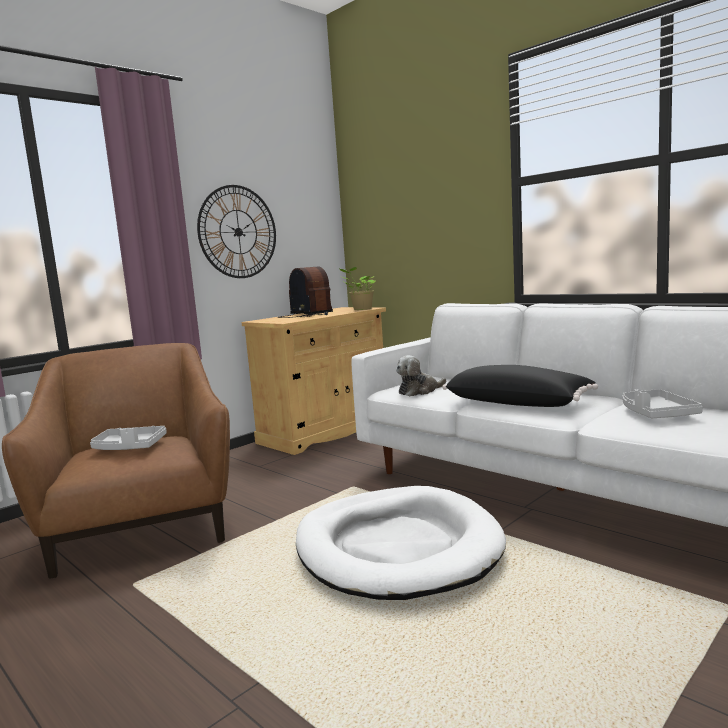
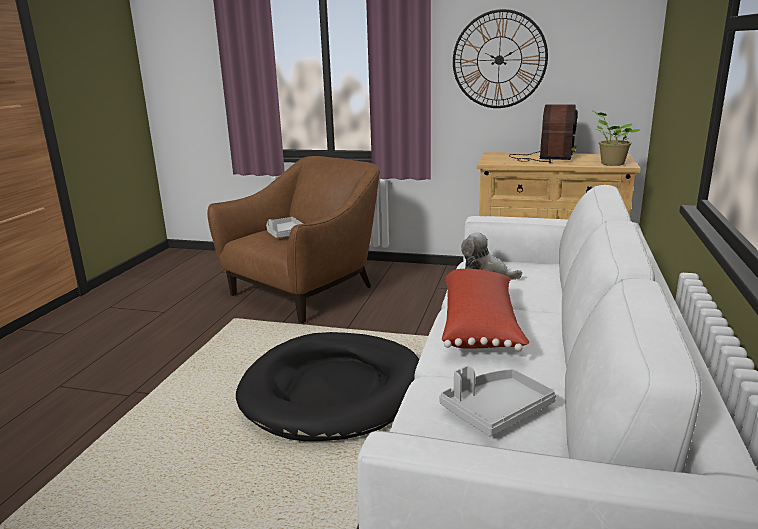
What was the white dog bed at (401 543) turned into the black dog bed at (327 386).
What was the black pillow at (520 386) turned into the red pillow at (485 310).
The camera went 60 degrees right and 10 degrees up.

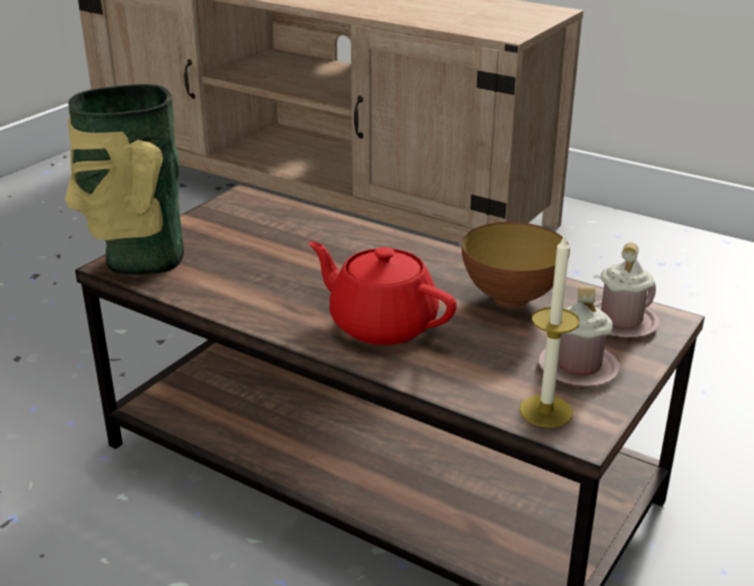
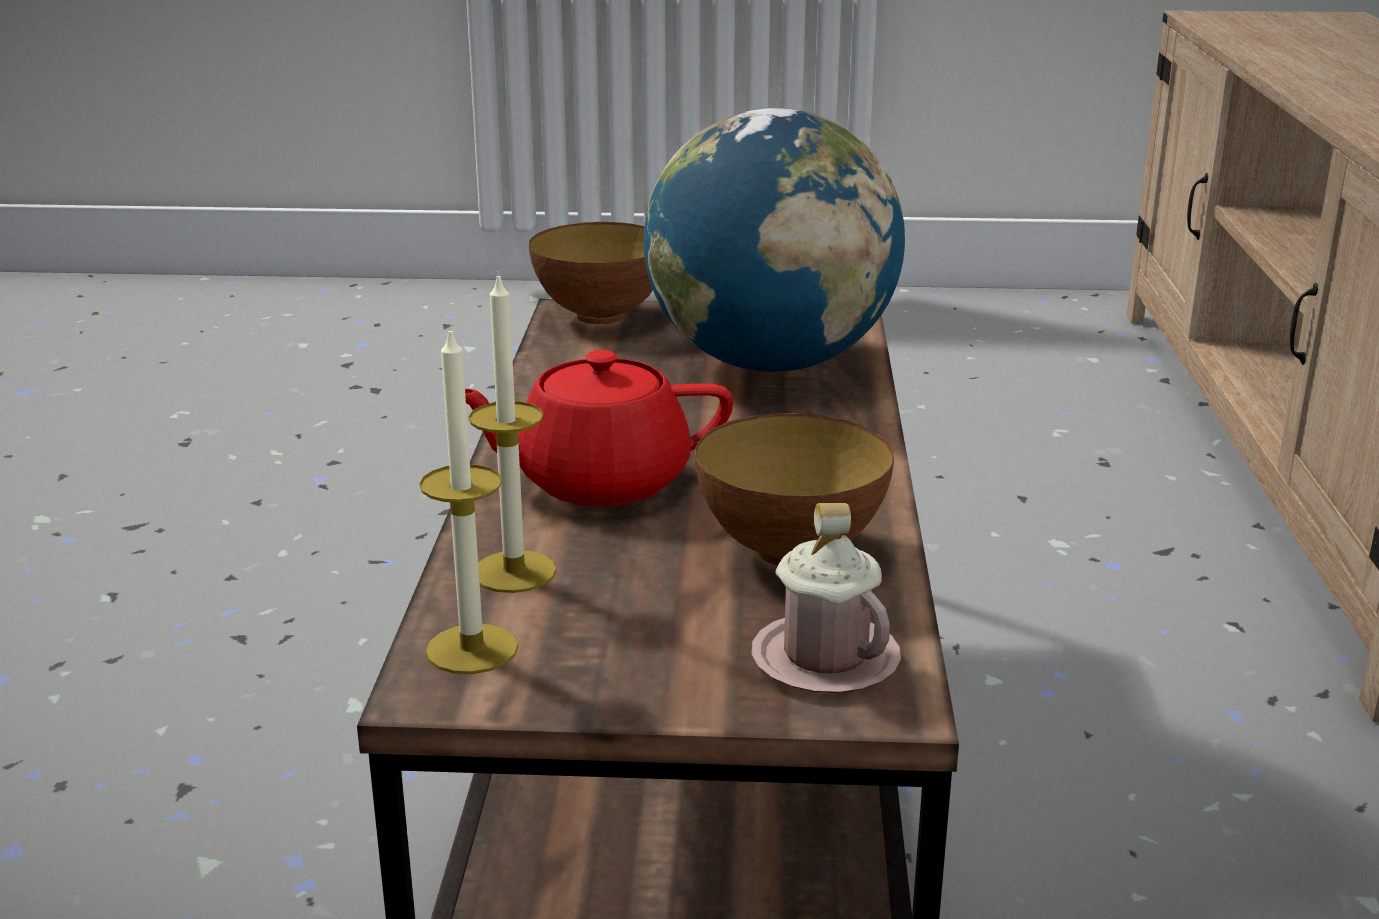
The red teapot at (382 293) ended up facing another way, 105 degrees counterclockwise from before.
The second view gained the candle at (513 432).
Where the vase stood at (124 179), the bowl came to stand at (591 273).
The second view gained the globe at (774 240).
The second view lost the pink mug at (579 336).
The camera went 60 degrees right and 5 degrees down.

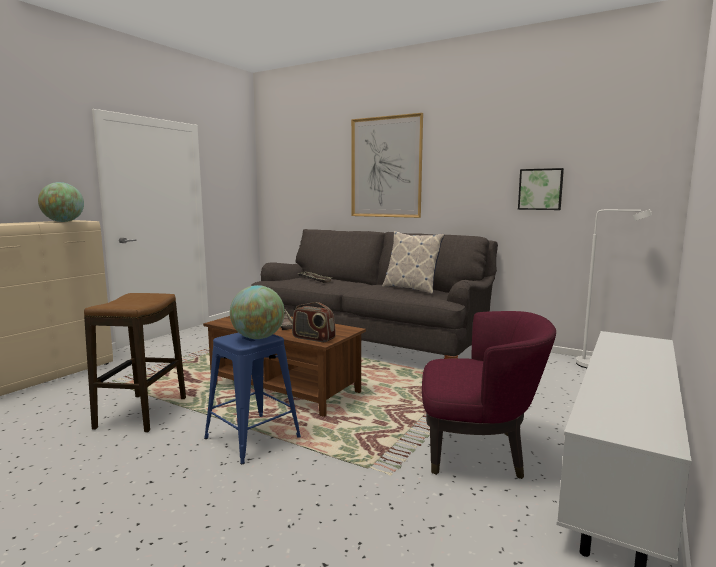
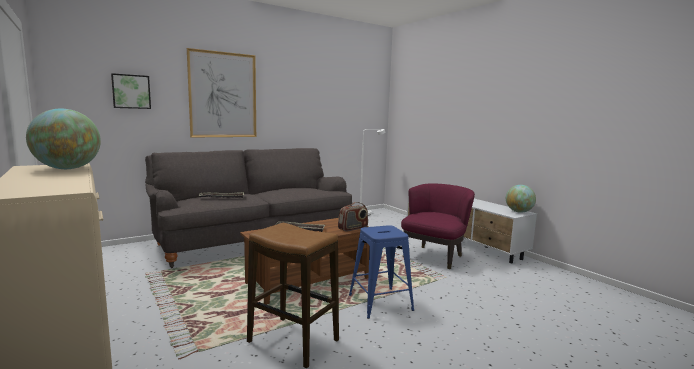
The picture ended up elsewhere, having gone from (541 189) to (131 91).
The globe ended up elsewhere, having gone from (257 312) to (521 199).
The second view lost the pillow at (413 262).
The camera went 65 degrees left and 0 degrees up.

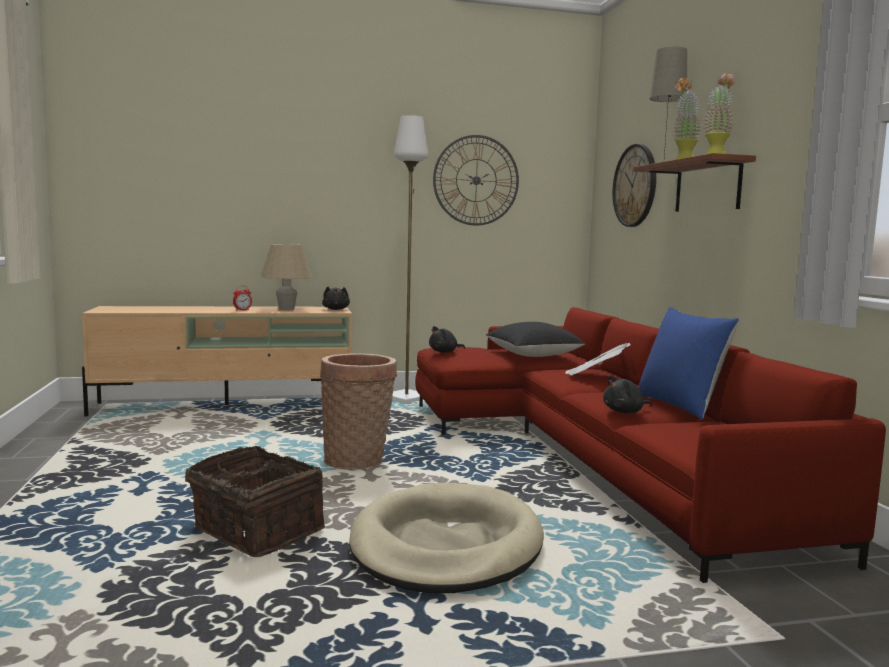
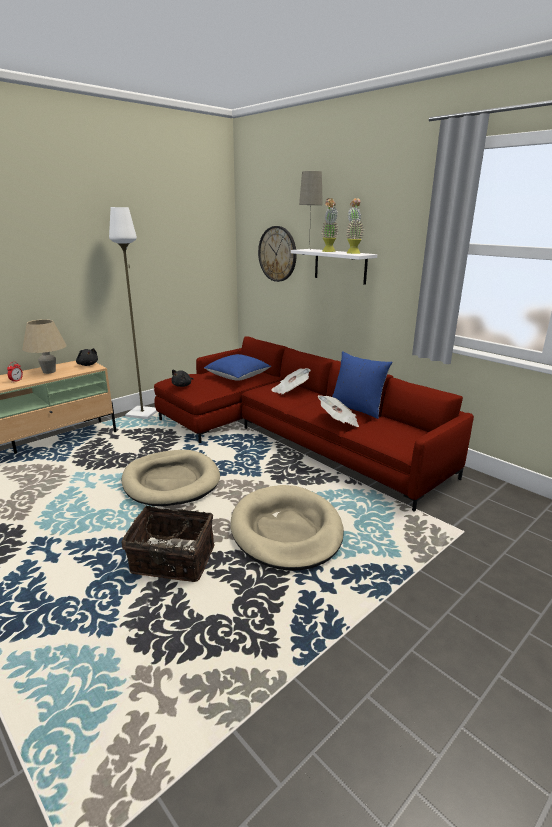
Where the basket stood at (358 411), the beige dog bed came to stand at (171 478).
What was the black pillow at (536 339) turned into the blue pillow at (237 367).
What was the brown shelf at (695 182) turned into the white shelf at (334 267).
Where the black plush toy stood at (627 394), the newspaper came to stand at (338 411).
The second view lost the wall clock at (476 180).
The camera went 30 degrees left and 15 degrees up.

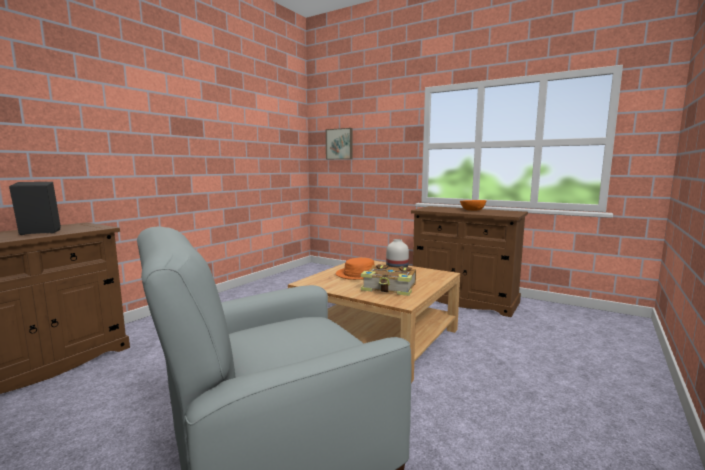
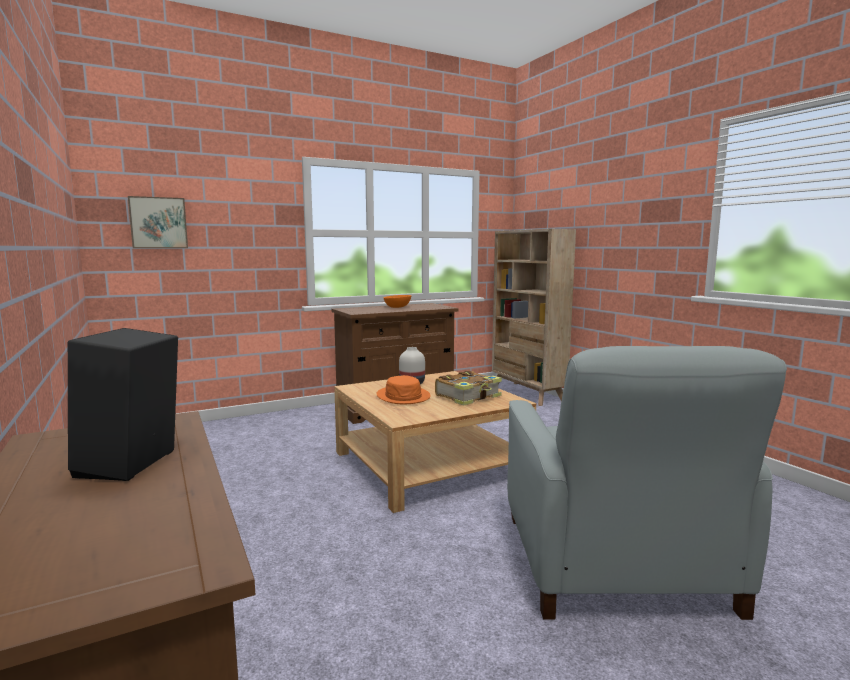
The second view gained the beige bookcase at (534 317).
The camera went 60 degrees left and 0 degrees up.

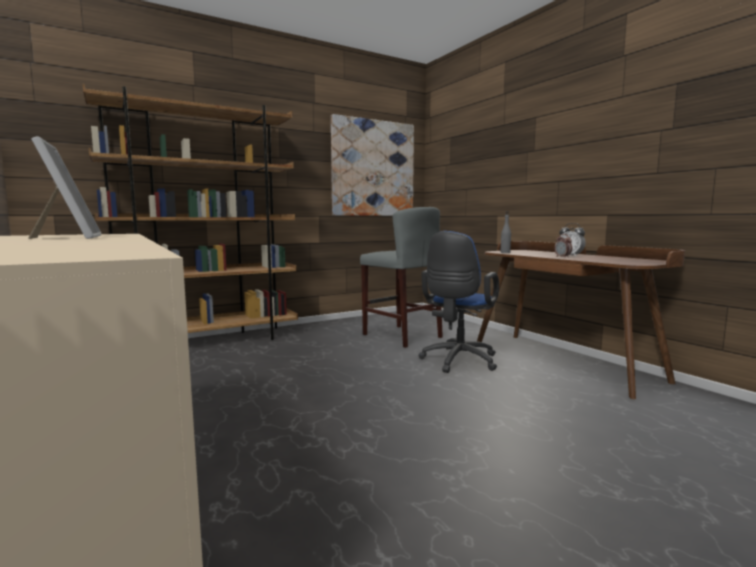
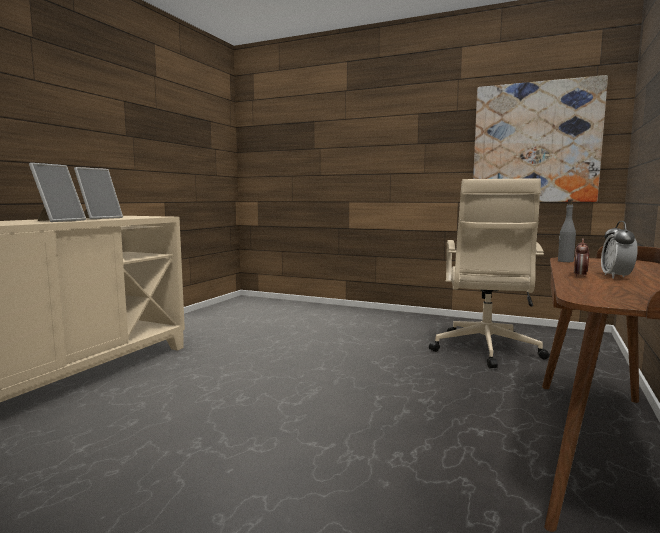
The second view gained the picture frame at (57 192).
Where the grey stool stood at (401 277), the beige office chair came to stand at (489 273).
The second view lost the brown bookcase at (190 212).
The second view lost the blue office chair at (459 302).
The camera went 55 degrees right and 0 degrees up.

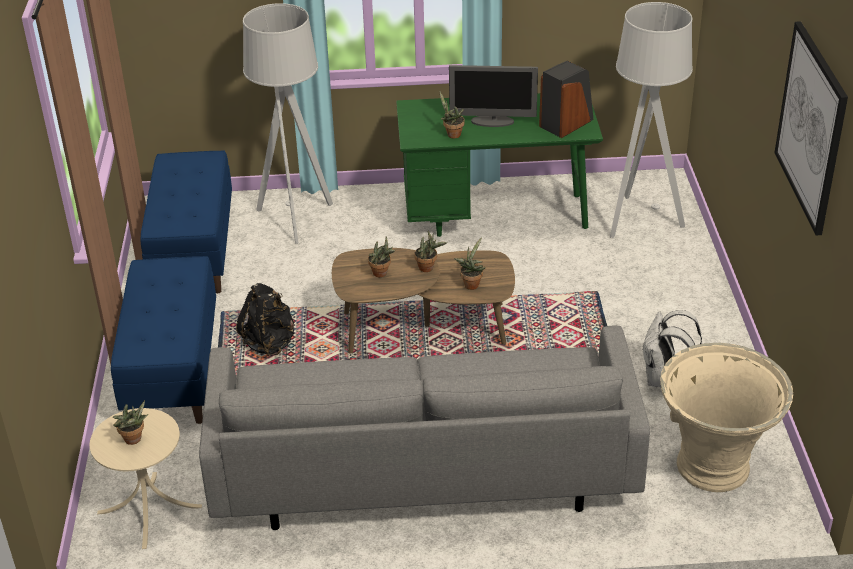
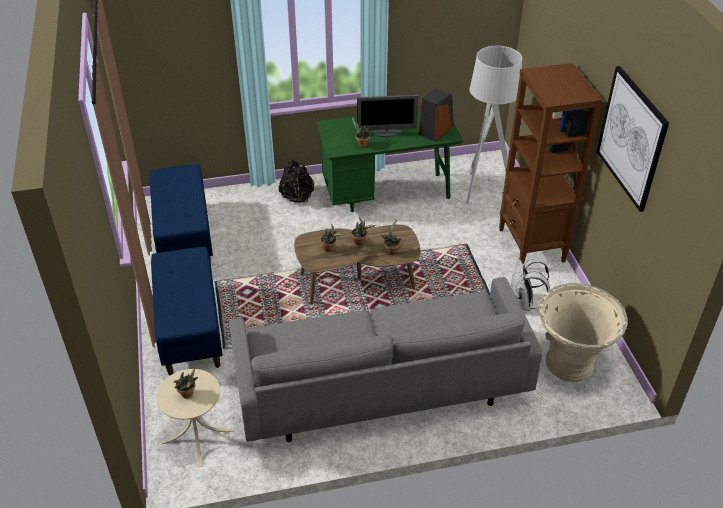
The black backpack ended up elsewhere, having gone from (265 319) to (296 181).
The second view gained the brown bookcase at (550 163).
The second view lost the grey floor lamp at (288 123).
The camera went 10 degrees left and 5 degrees up.

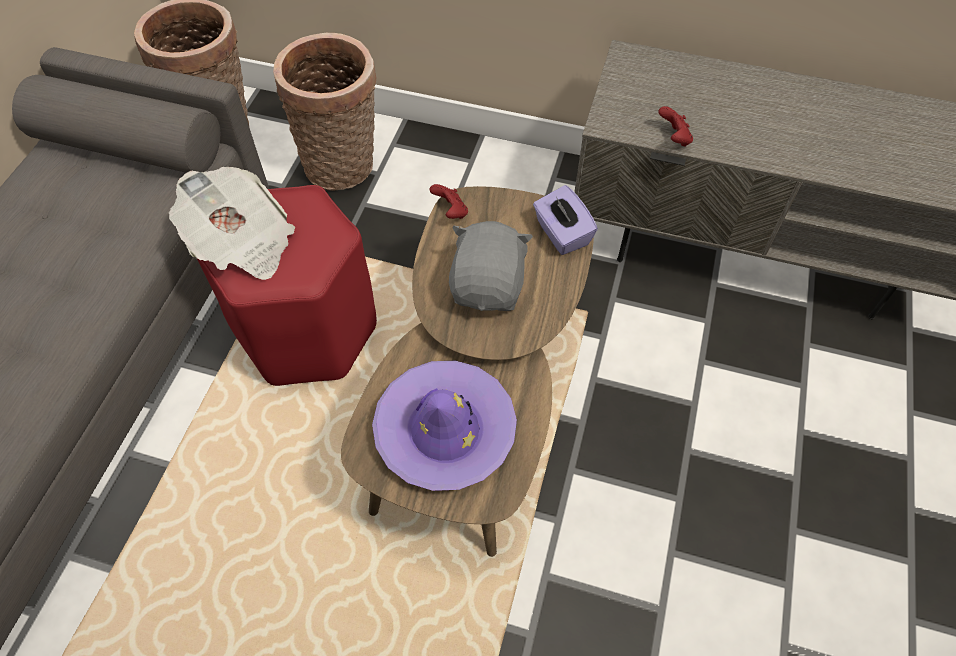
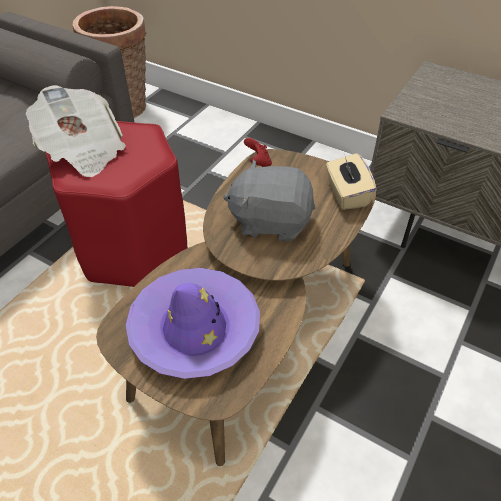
The grey plush toy at (491 266) ended up facing another way, 105 degrees counterclockwise from before.
What was the purple tissue box at (565 220) turned into the beige tissue box at (351 181).
The second view lost the basket at (324 112).
The second view lost the red game controller at (675 126).
The camera went 15 degrees right and 10 degrees down.

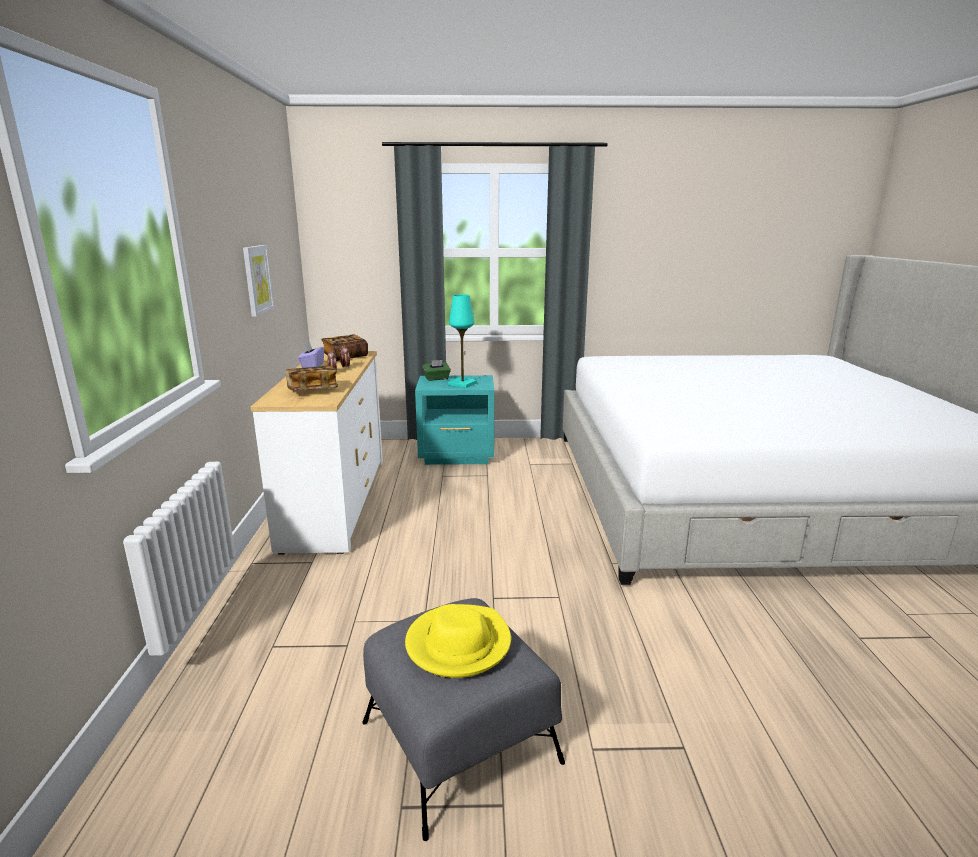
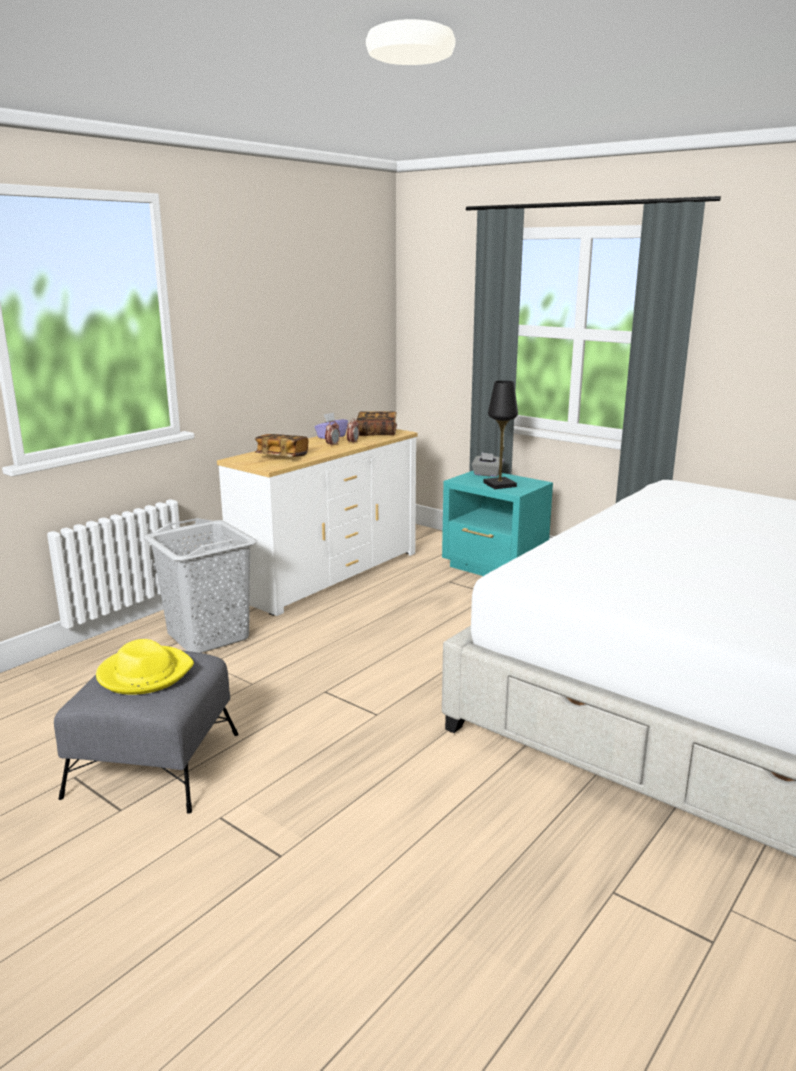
The second view gained the grey laundry basket at (200 585).
What was the green tissue box at (437 370) turned into the grey tissue box at (488 464).
What was the turquoise table lamp at (462 341) turned into the black table lamp at (500 434).
The second view lost the picture at (258 281).
The camera went 40 degrees right and 0 degrees up.

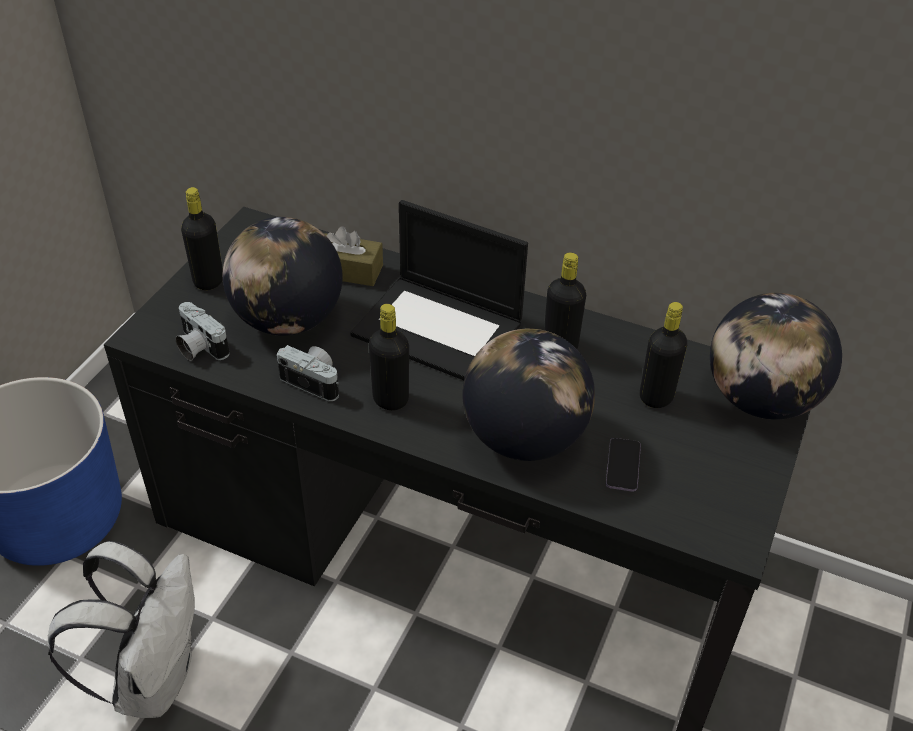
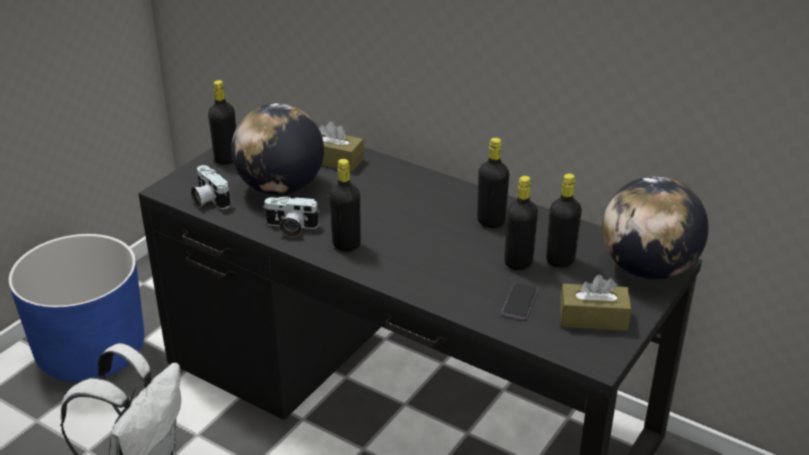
The photo camera at (308 373) ended up facing another way, 150 degrees clockwise from before.
The second view gained the black bottle at (521 223).
The second view gained the brown tissue box at (595 303).
The second view lost the laptop at (439 290).
The second view lost the globe at (528 395).
The camera went 10 degrees right and 10 degrees down.

